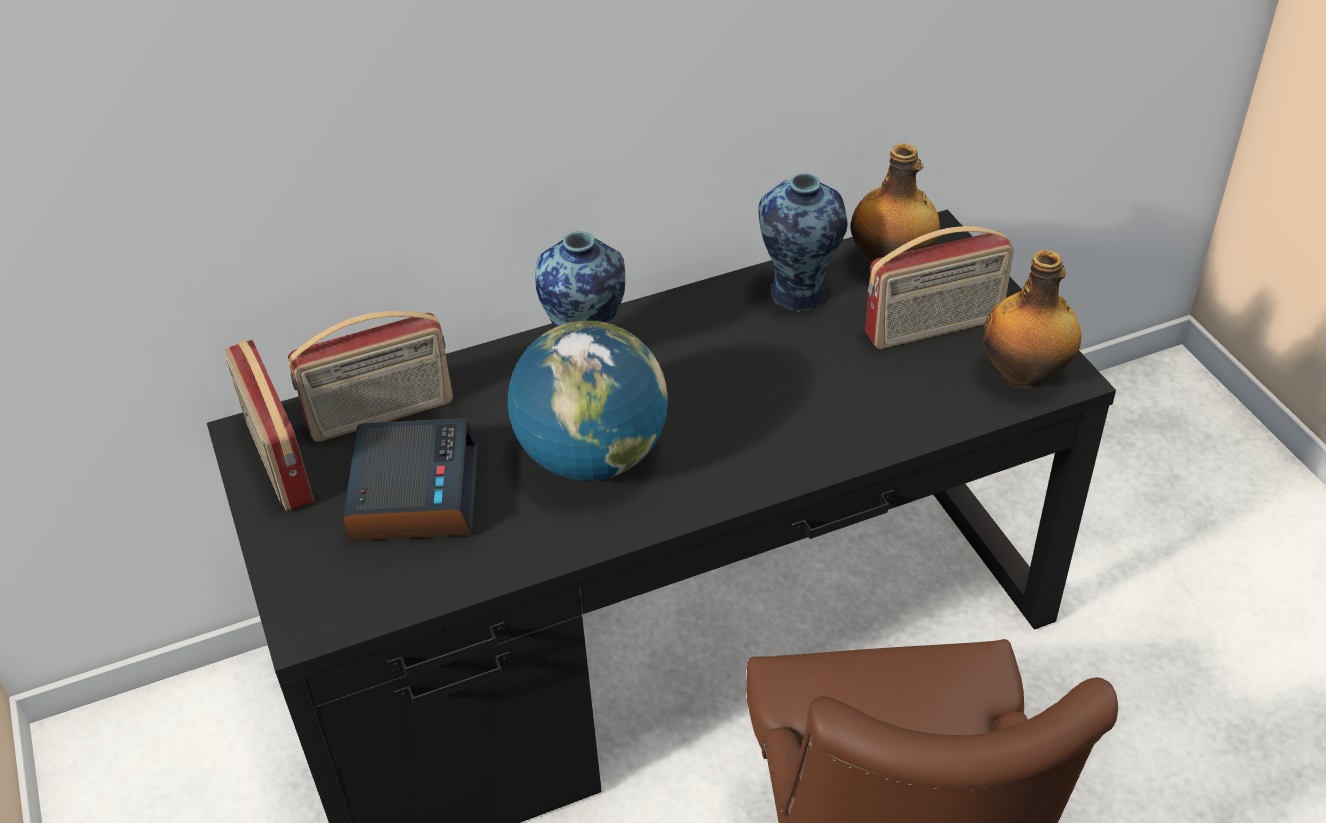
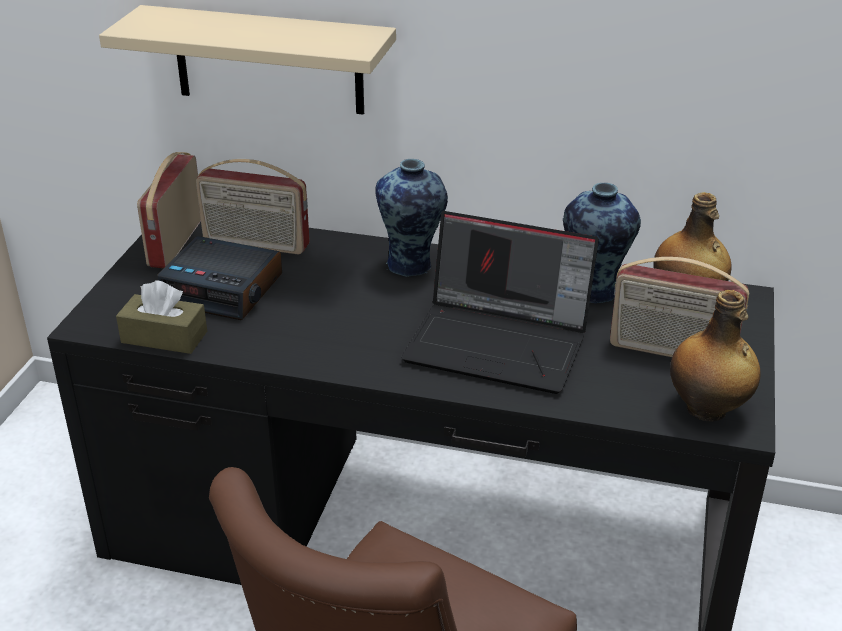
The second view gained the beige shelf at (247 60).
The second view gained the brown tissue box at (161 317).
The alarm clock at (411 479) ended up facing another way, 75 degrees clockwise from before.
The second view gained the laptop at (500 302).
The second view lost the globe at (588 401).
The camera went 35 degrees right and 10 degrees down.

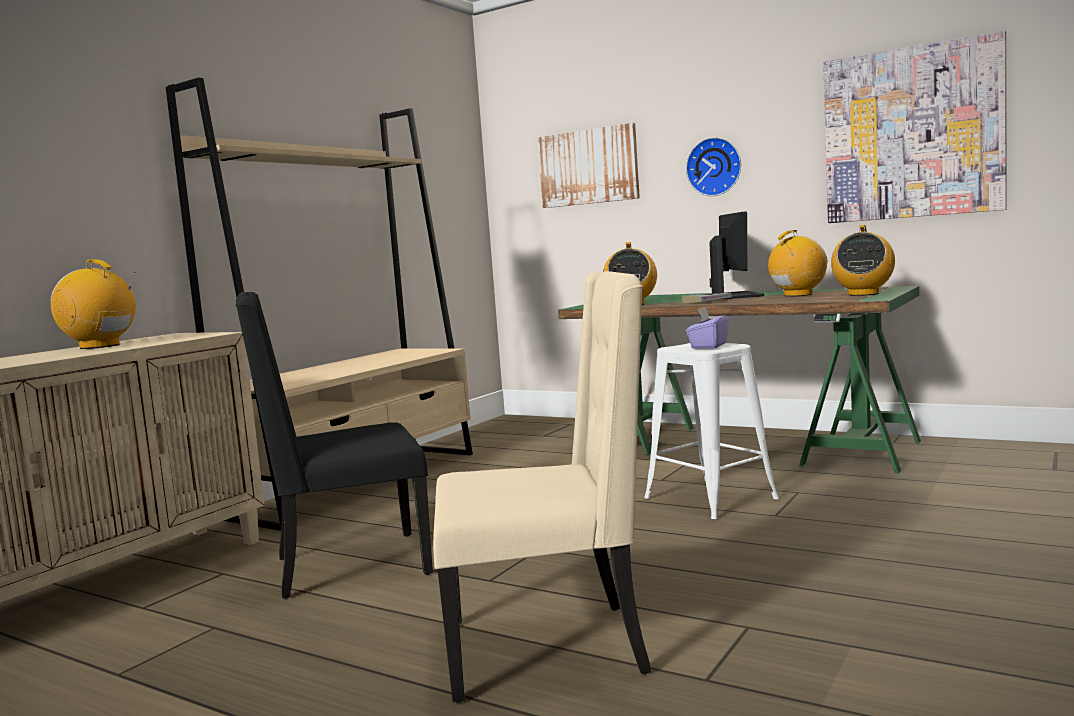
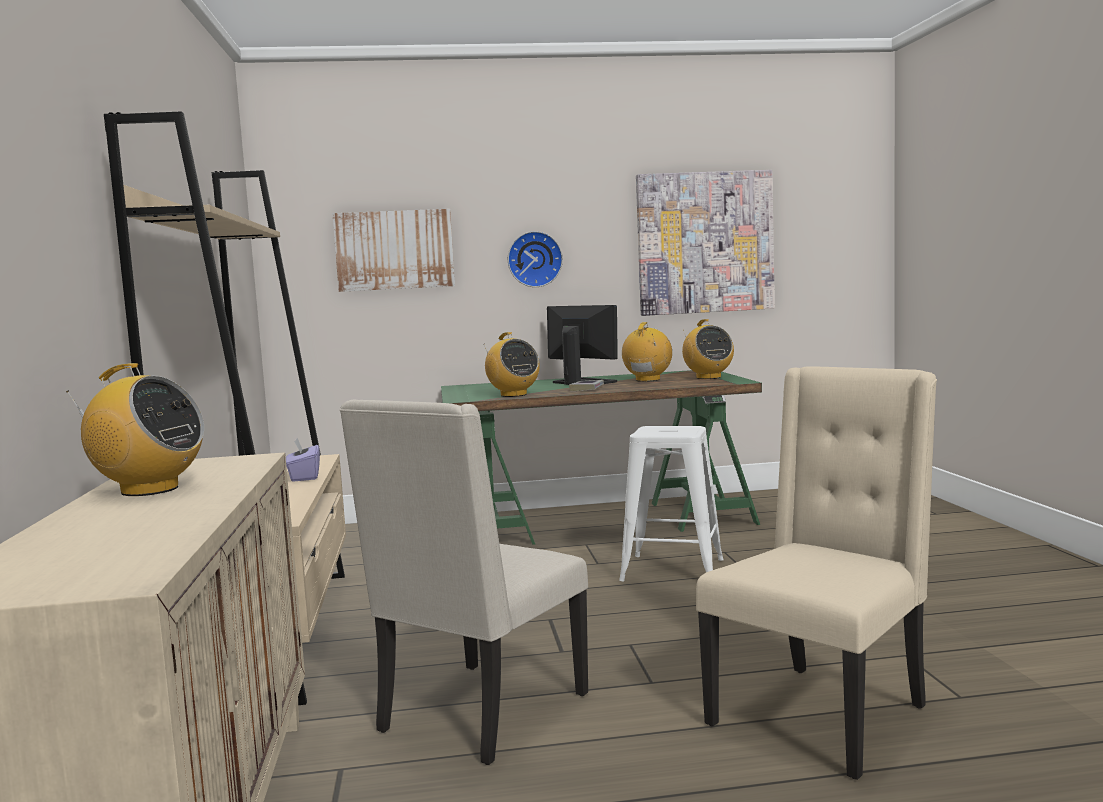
The radio at (93 304) ended up facing another way, 150 degrees counterclockwise from before.
The purple tissue box ended up elsewhere, having gone from (707 328) to (303 460).
What was the black chair at (334 445) turned into the beige chair at (464 582).
The camera went 40 degrees left and 0 degrees up.

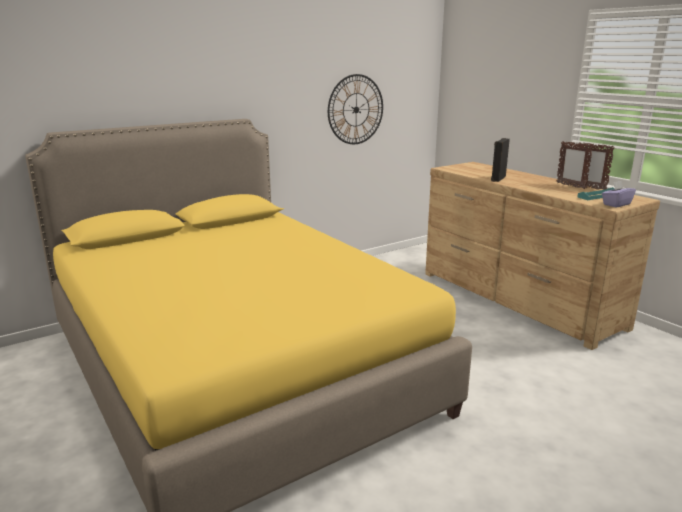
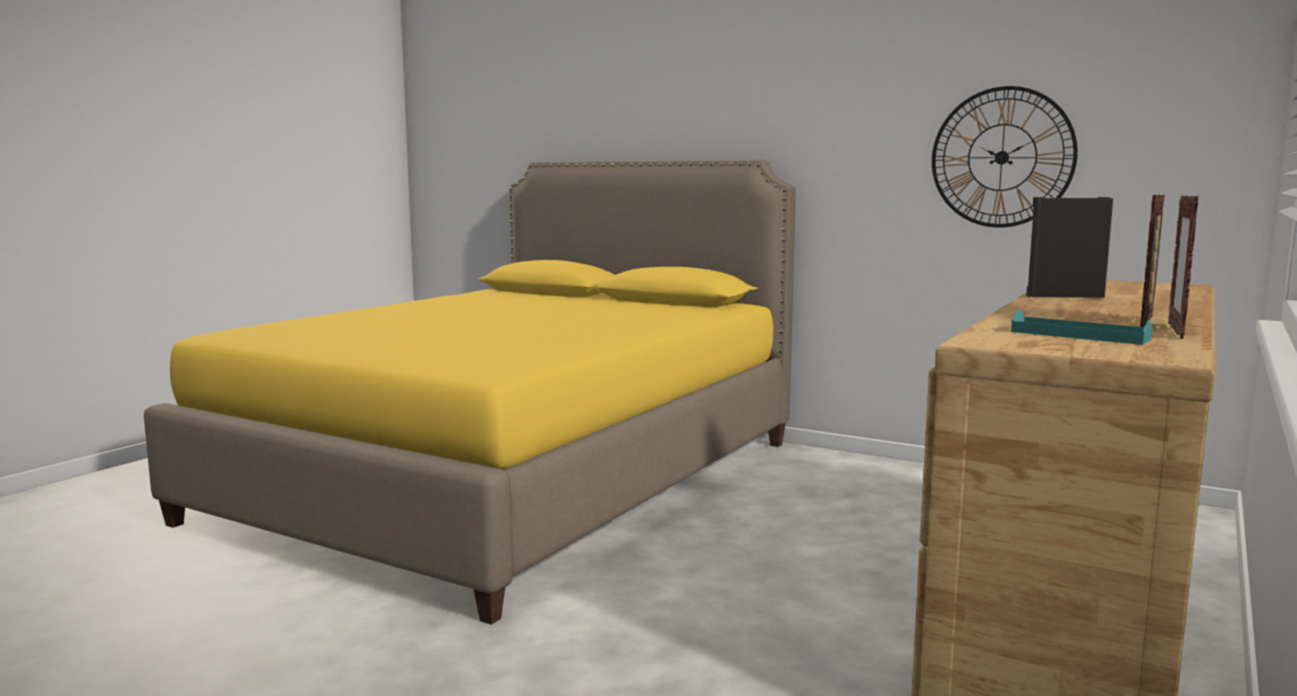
The second view lost the purple tissue box at (619 194).
The camera went 65 degrees right and 10 degrees down.

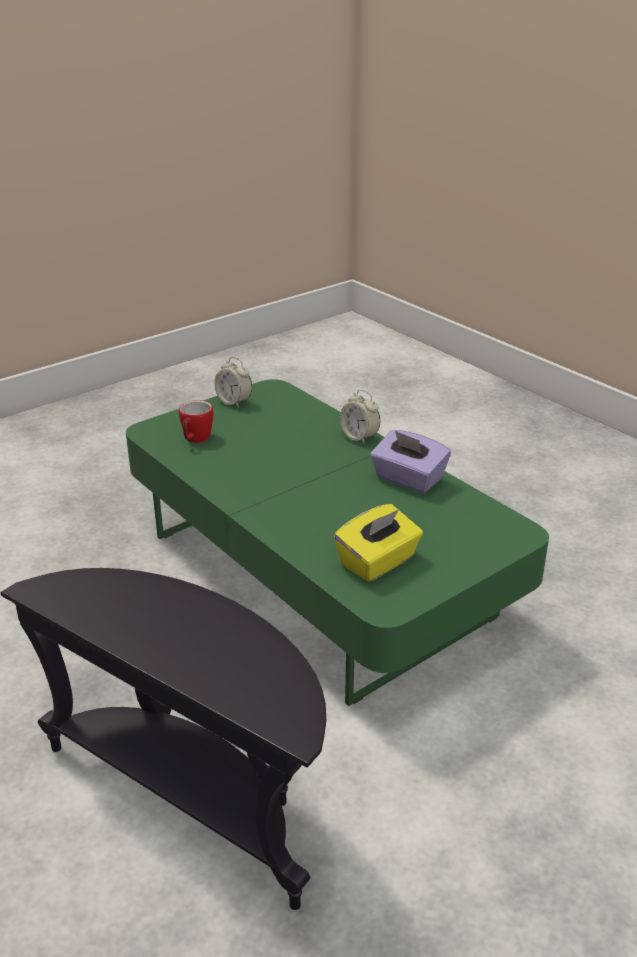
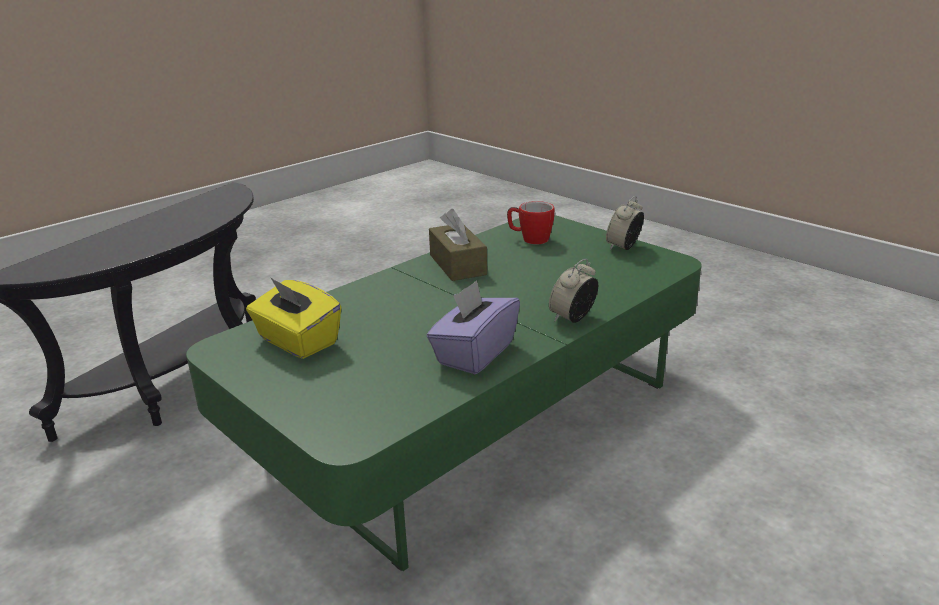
The second view gained the brown tissue box at (458 245).
The camera went 85 degrees right and 5 degrees down.

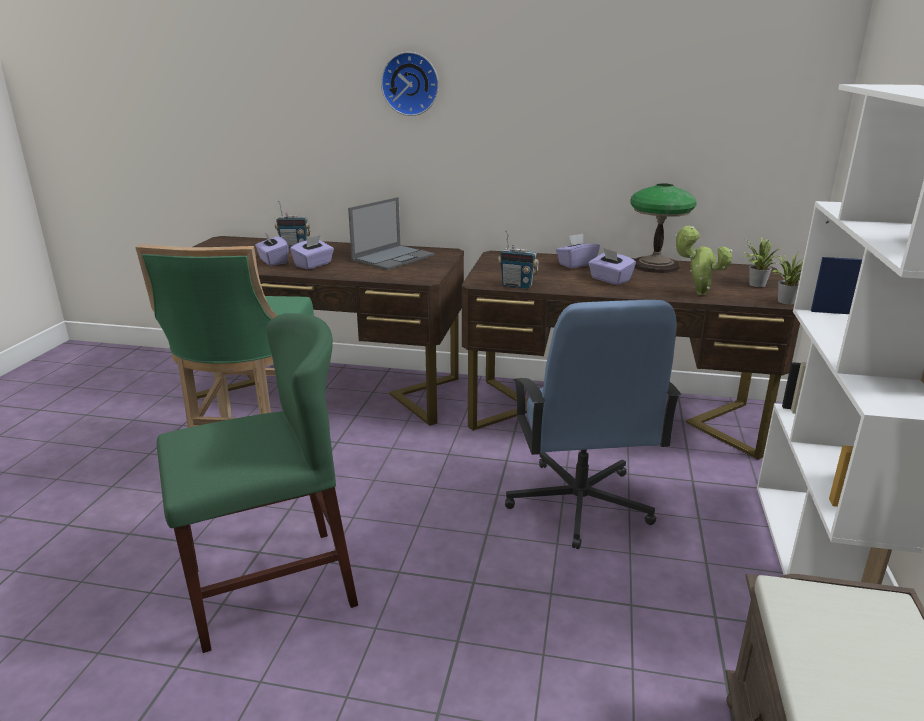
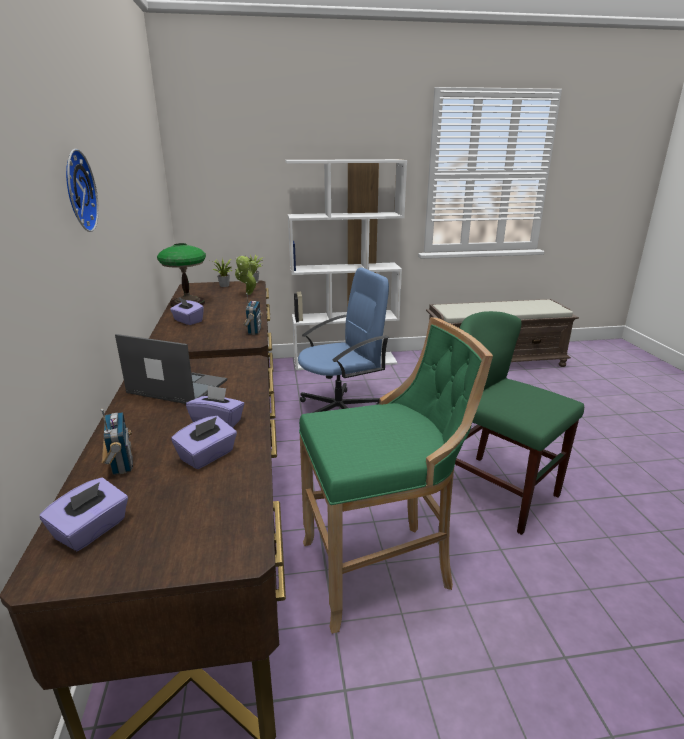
The purple tissue box ended up elsewhere, having gone from (612 266) to (84 514).
The camera went 110 degrees left and 0 degrees up.

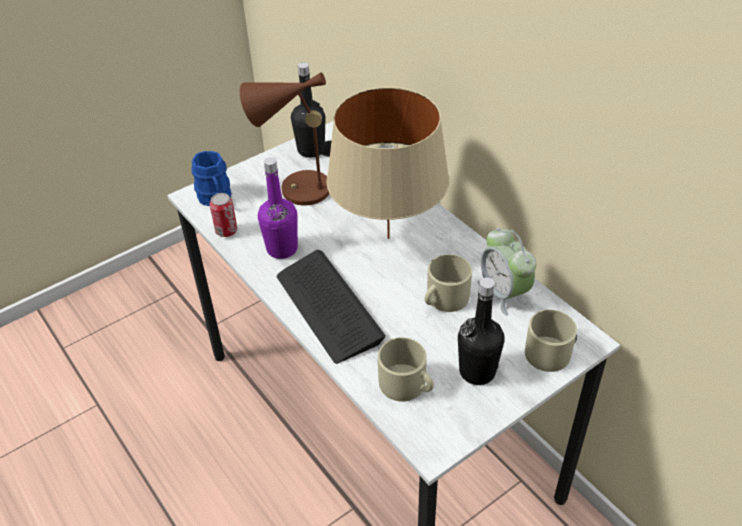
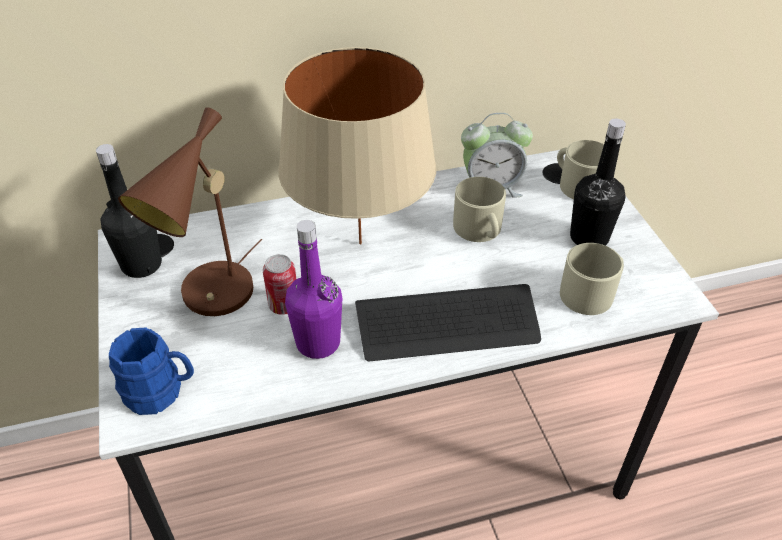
The can ended up elsewhere, having gone from (223 215) to (279 284).
The camera went 70 degrees left and 0 degrees up.

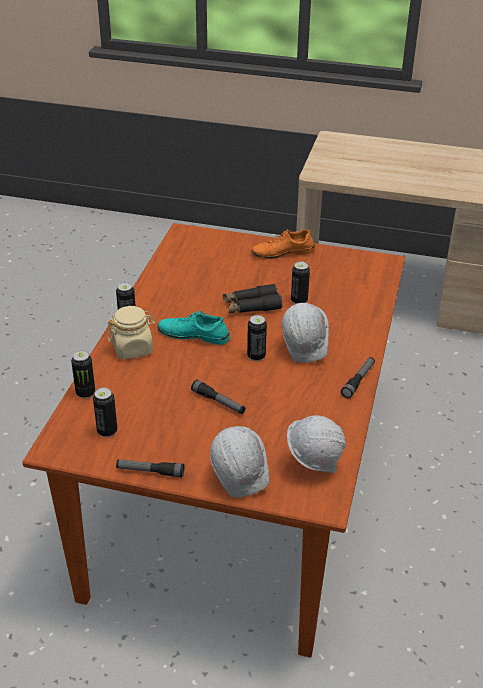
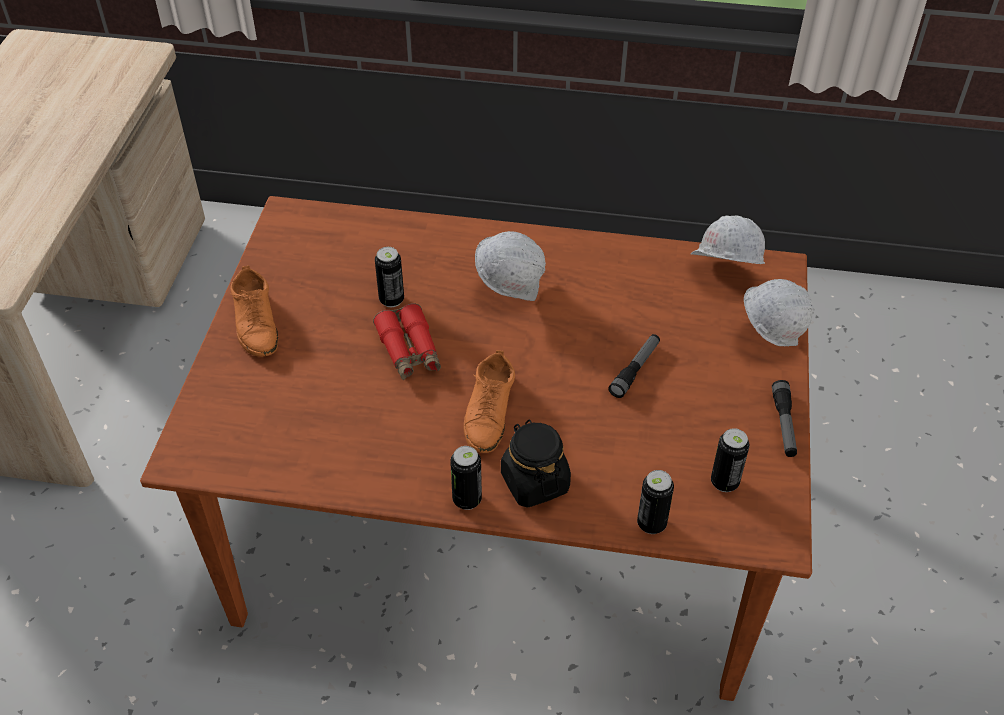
What was the black binoculars at (252 298) turned into the red binoculars at (407 341).
What was the turquoise shoe at (193 328) turned into the orange shoe at (489 401).
What was the beige jar at (132 332) turned into the black jar at (536 464).
The second view lost the can at (257 338).
The second view lost the flashlight at (358 377).
The camera went 95 degrees left and 10 degrees up.

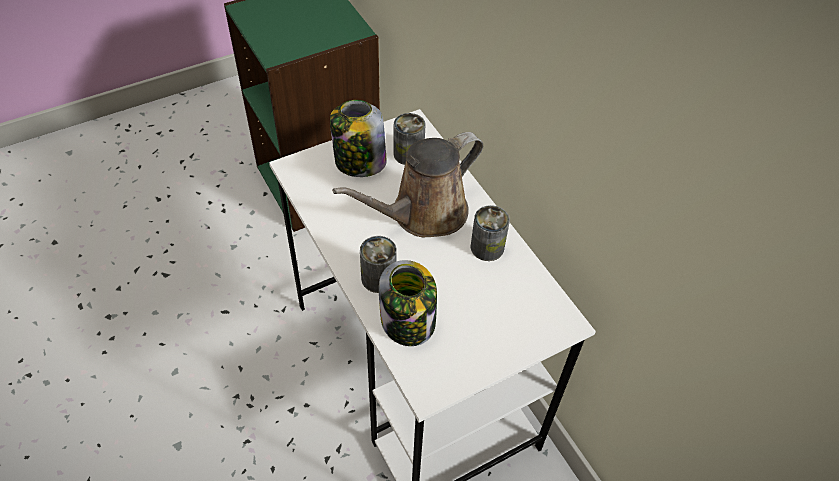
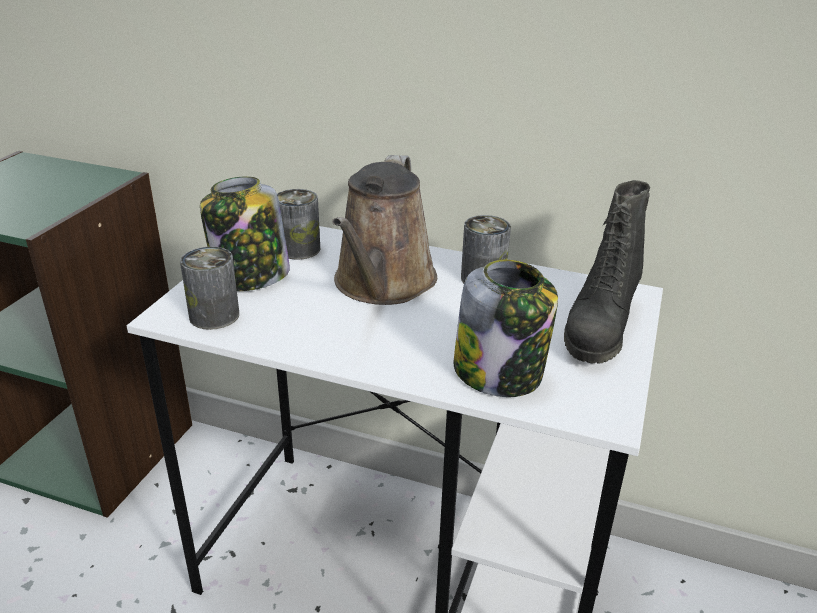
The can ended up elsewhere, having gone from (378 264) to (209 288).
The second view gained the black boot at (607 271).
The camera went 40 degrees left and 20 degrees down.

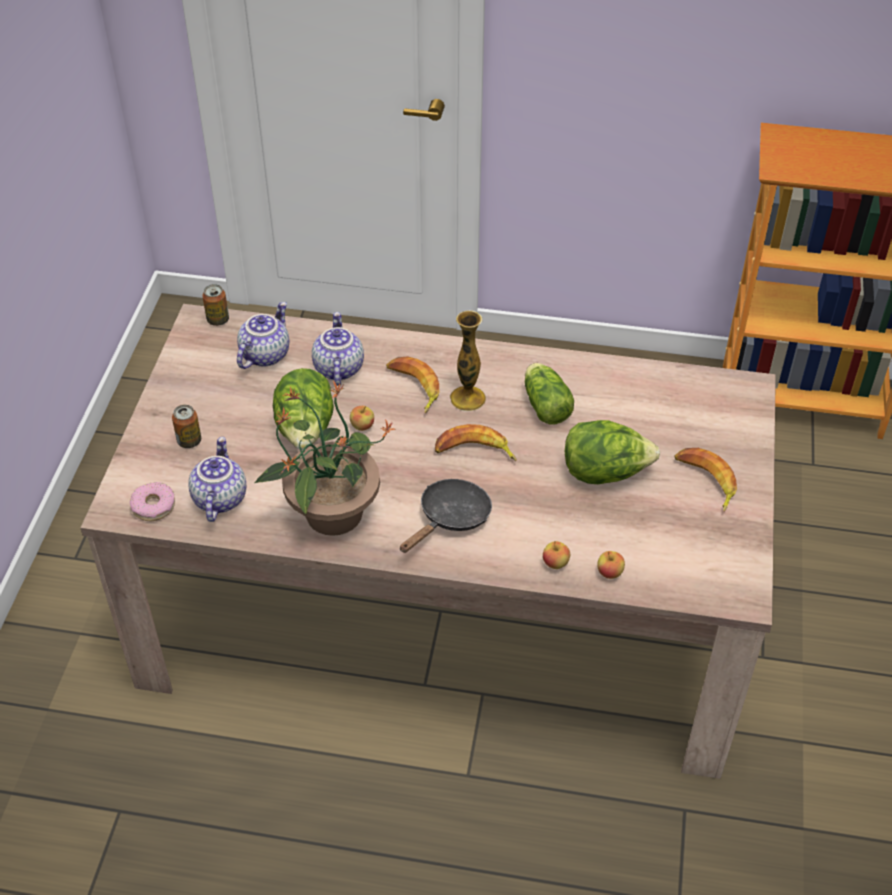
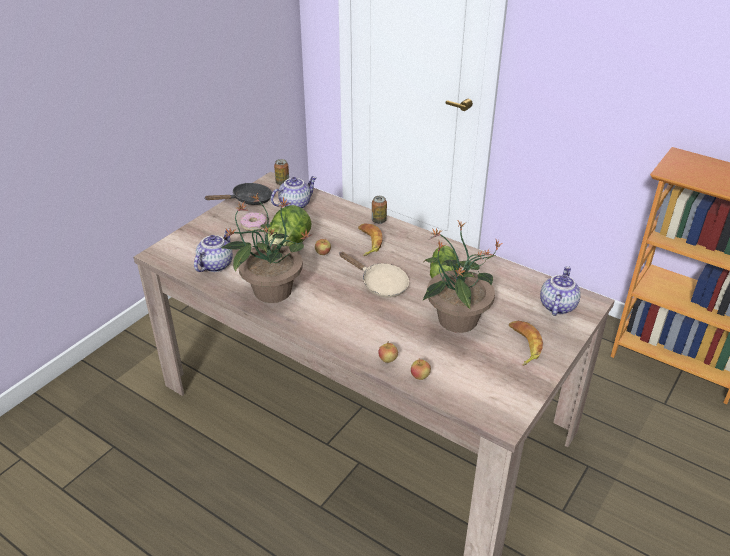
The black frying pan ended up elsewhere, having gone from (446 516) to (238 194).
The donut ended up elsewhere, having gone from (152 502) to (253 221).
Where the banana stood at (476 442), the beige frying pan came to stand at (374 275).
The can ended up elsewhere, having gone from (186 426) to (379 210).
Where the lettuce stood at (612 452), the potted plant came to stand at (462 277).
The teapot ended up elsewhere, having gone from (338 349) to (560 291).
The second view lost the vase at (467 360).
The camera went 25 degrees right and 10 degrees down.

